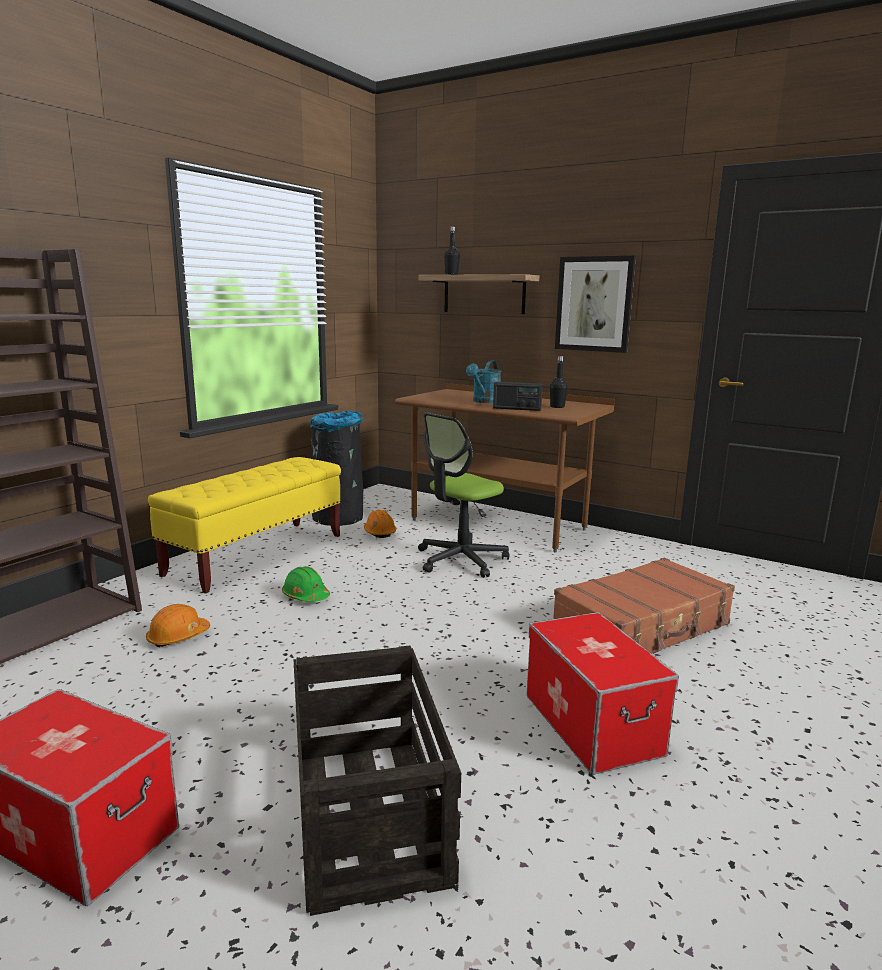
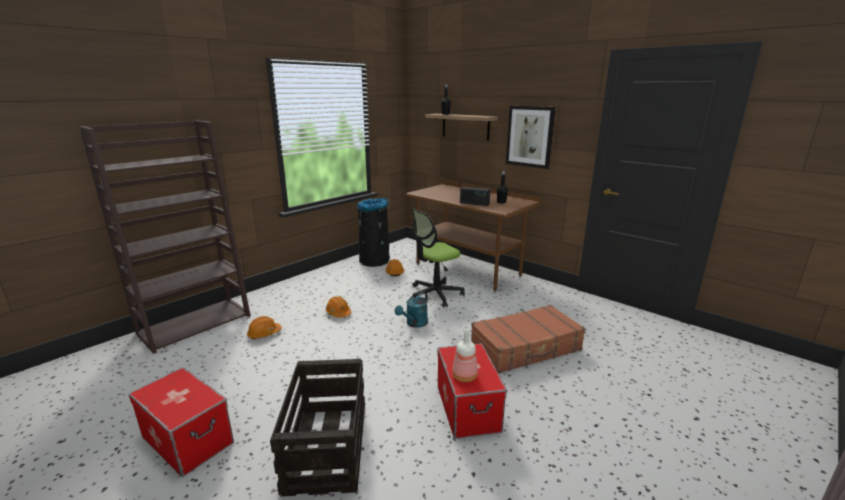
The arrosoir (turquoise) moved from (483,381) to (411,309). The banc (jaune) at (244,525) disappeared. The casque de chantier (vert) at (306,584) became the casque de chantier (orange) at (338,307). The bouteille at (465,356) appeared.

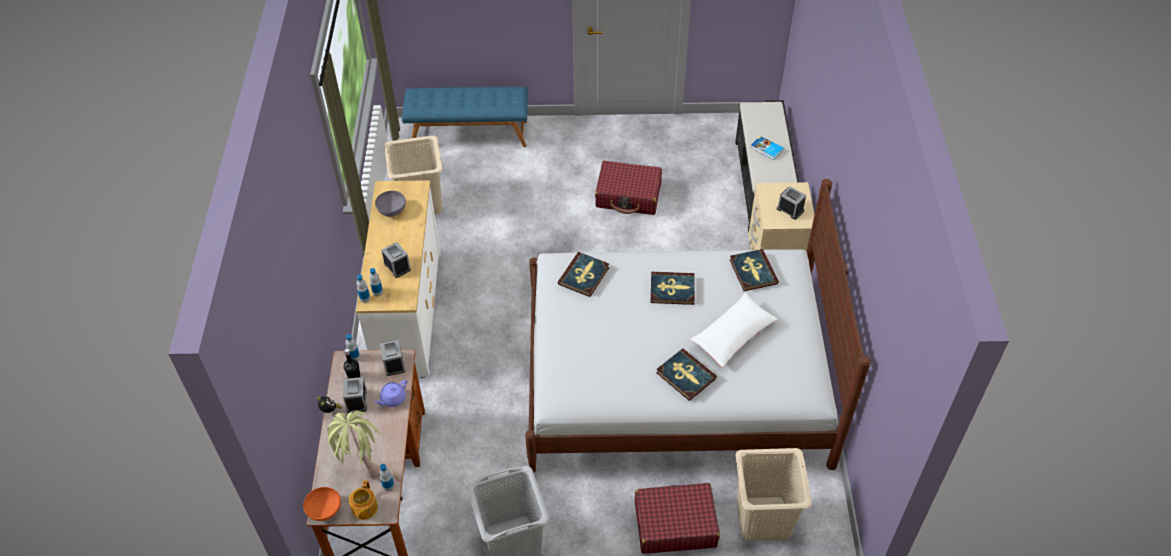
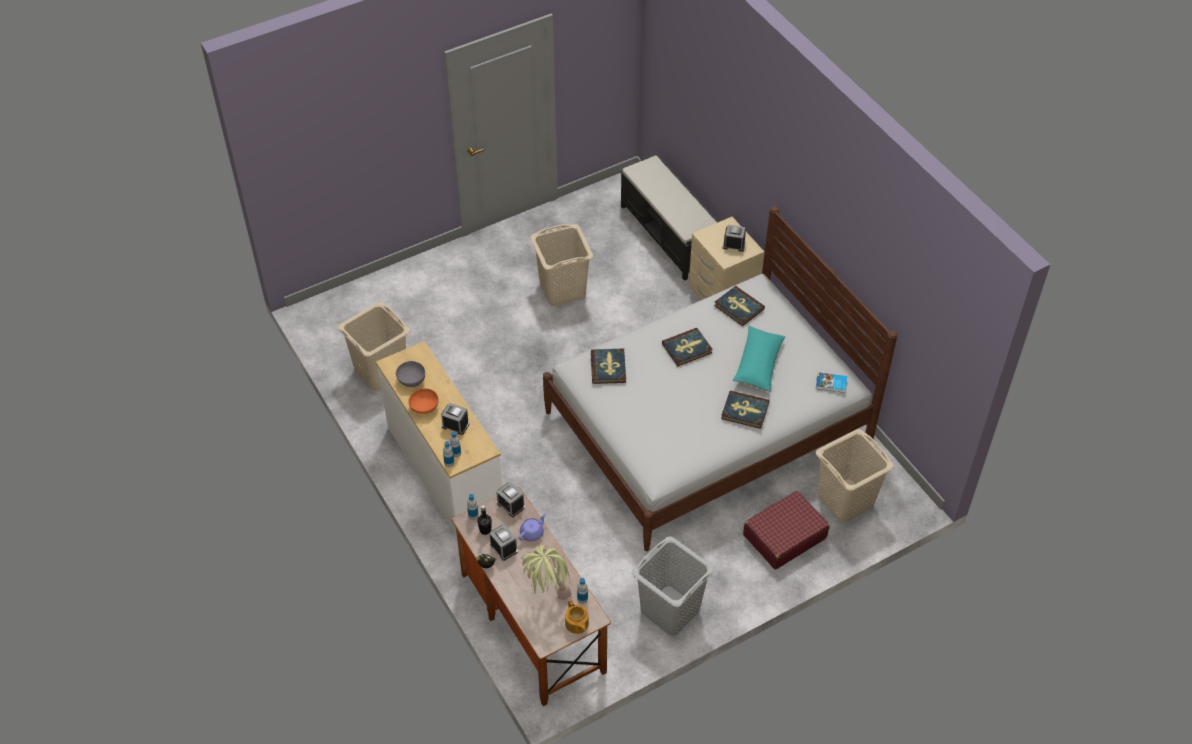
The banc (bleu) at (465,117) disappeared. The livre moved from (767,148) to (831,382). The valise (rouge) at (628,188) was replaced by the panier à linge (beige) at (561,265). The coussin (blanc) at (733,330) became the coussin (turquoise) at (759,359). The théière (violet) at (390,393) turned 150 degrees counterclockwise. The bol (orange) moved from (322,504) to (423,401).

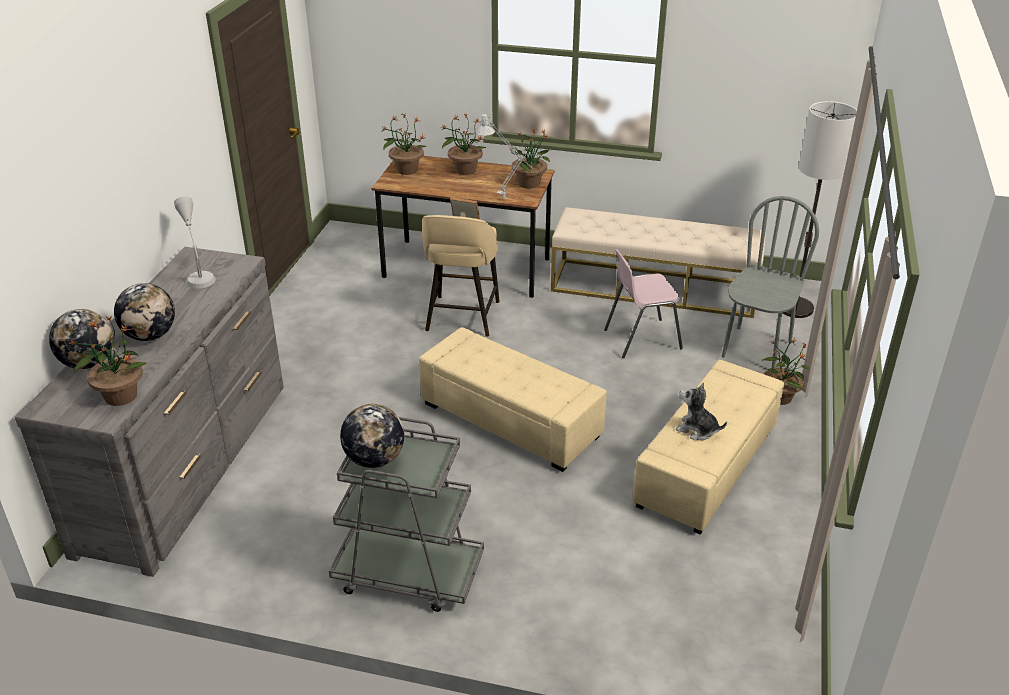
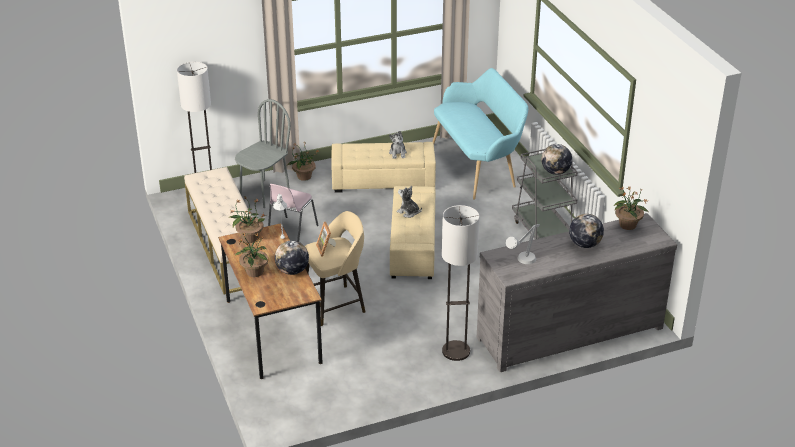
The plante en pot at (403,144) disappeared. The chaise (gris) at (770,282) turned 135 degrees clockwise. The chaise (rose) at (643,303) turned 75 degrees clockwise. The globe moved from (81,339) to (292,257). The banc (turquoise) at (480,133) appeared. The peluche at (409,202) appeared. The lampadaire at (460,283) appeared.

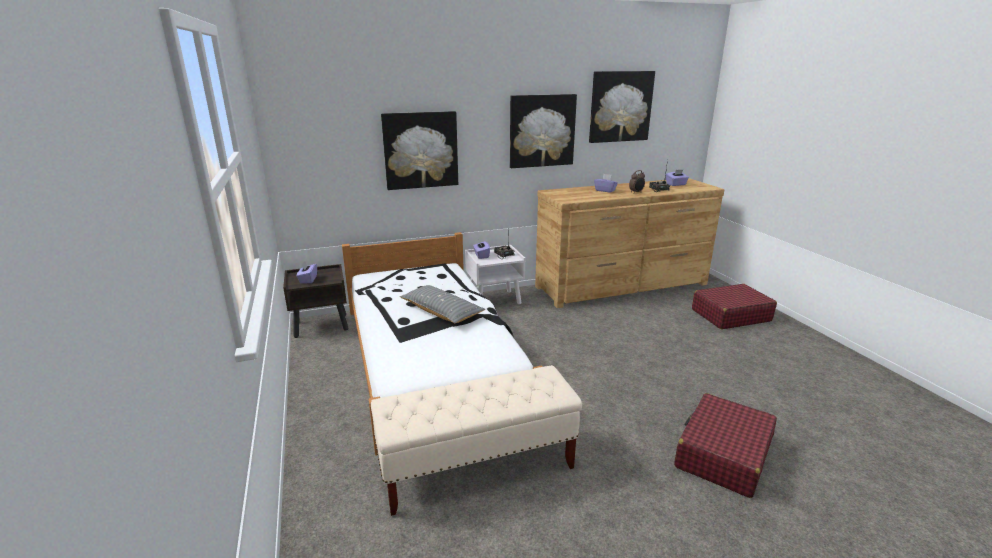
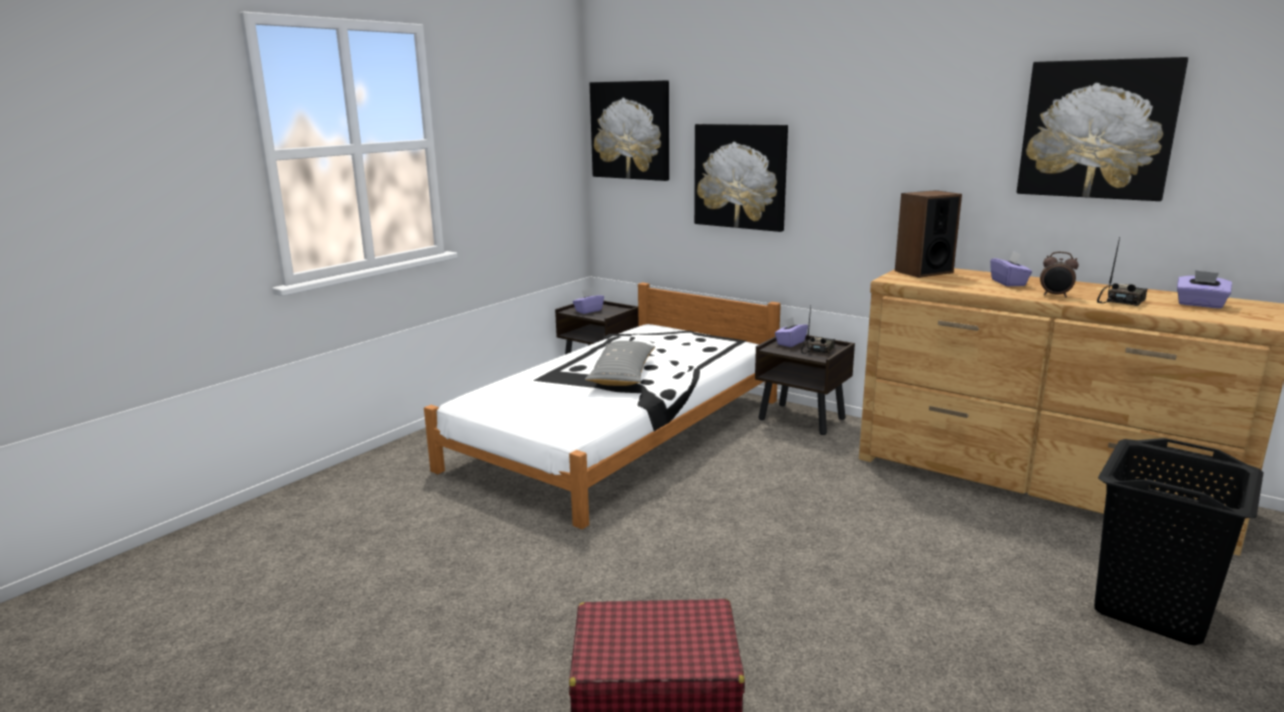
The tableau moved from (543,131) to (629,130). The table de chevet (blanc) at (495,274) became the table de chevet (marron) at (805,385). The valise (rouge) at (734,306) was replaced by the panier à linge (noir) at (1179,541). The banc (beige) at (476,440) disappeared. The enceinte at (928,234) appeared.

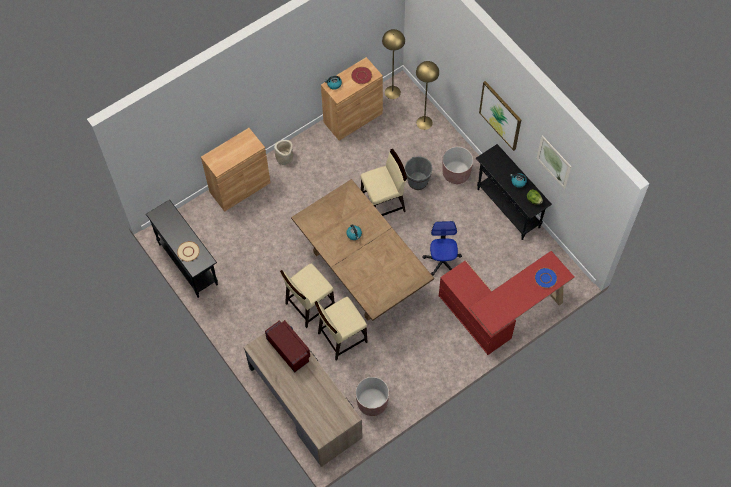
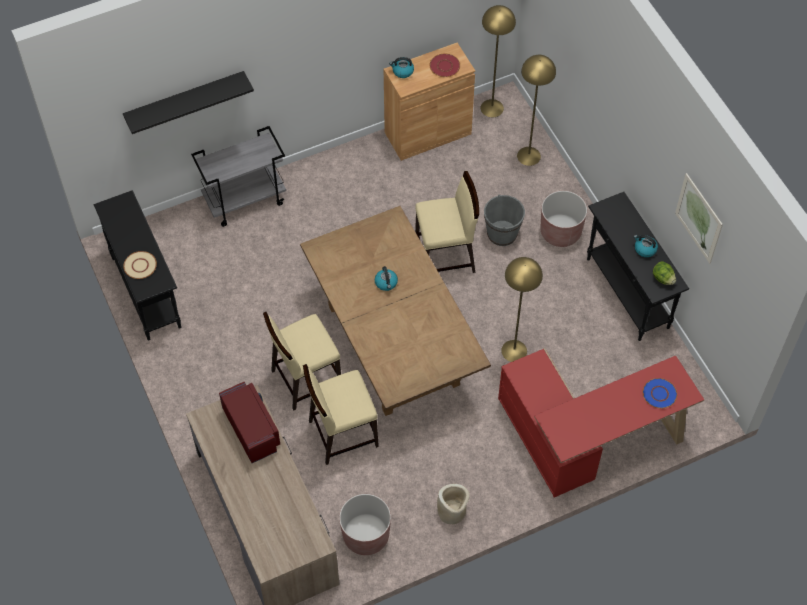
The tableau at (500,116) disappeared. The meuble de rangement (marron) at (236,170) was replaced by the chariot (gris) at (238,176). The cache-pot (beige) moved from (283,152) to (453,504). The chaise de bureau at (442,248) was replaced by the lampadaire (jaune) at (522,309). The étagère (noir) at (188,102) appeared.

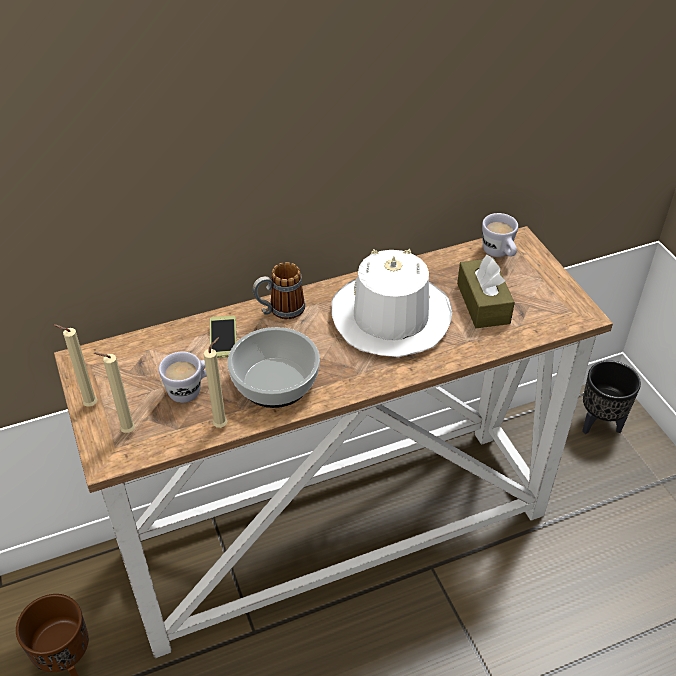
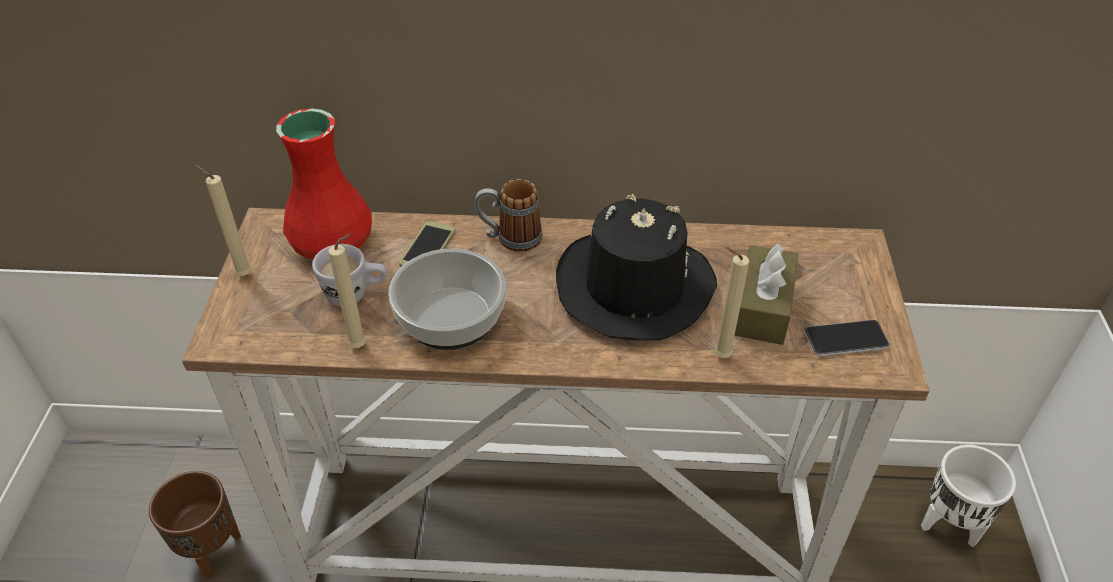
The mug (blanc) at (500,235) disappeared. The chapeau (blanc) at (391,303) became the chapeau (noir) at (636,267). The bougie (beige) moved from (114,392) to (731,302). The cache-pot (noir) at (611,397) became the cache-pot (blanc) at (968,496). The vase (rouge) at (324,184) appeared. The téléphone at (847,338) appeared.

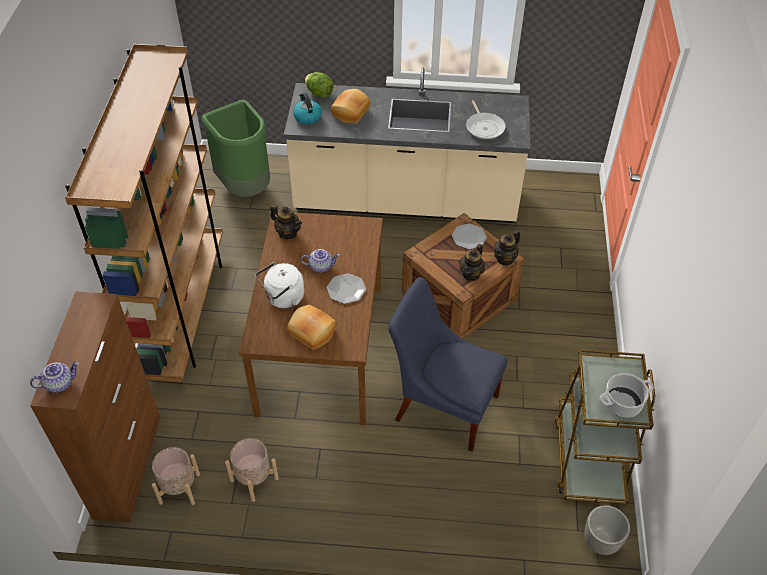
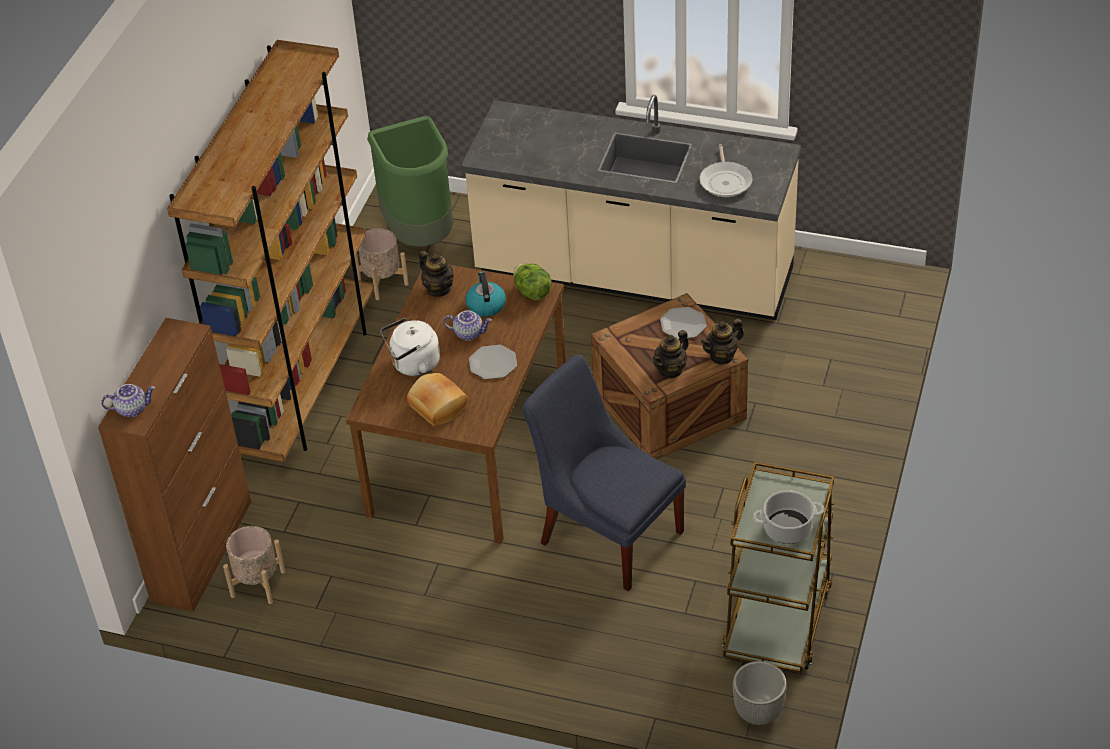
The laitue moved from (319,85) to (532,282). The pain at (350,106) disappeared. The bouilloire moved from (307,109) to (486,294). The cache-pot (beige) moved from (252,470) to (382,264).

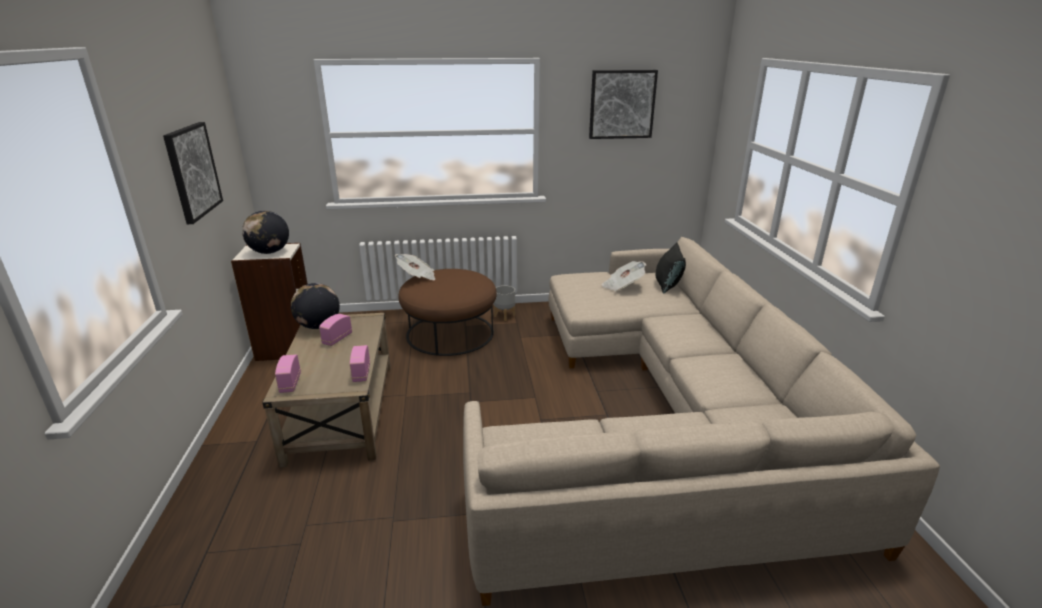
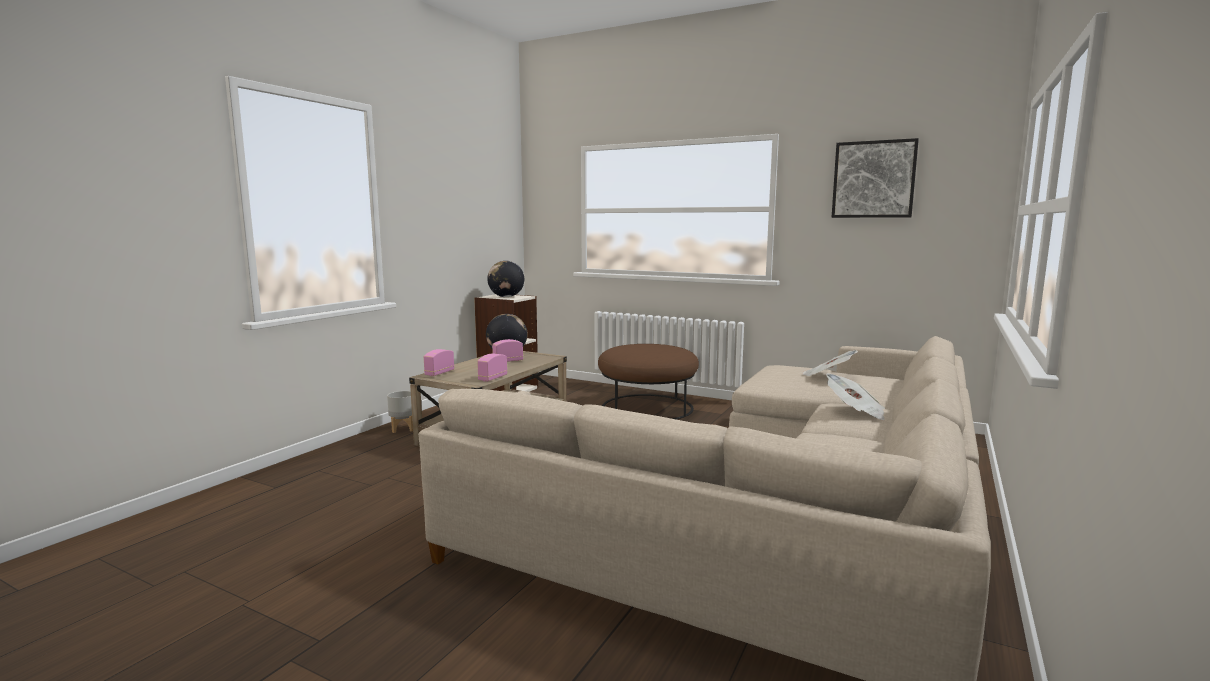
The tableau at (193,173) disappeared. The coussin (noir) at (671,268) disappeared. The journal moved from (415,267) to (855,397). The cache-pot (gris) moved from (504,303) to (400,412).

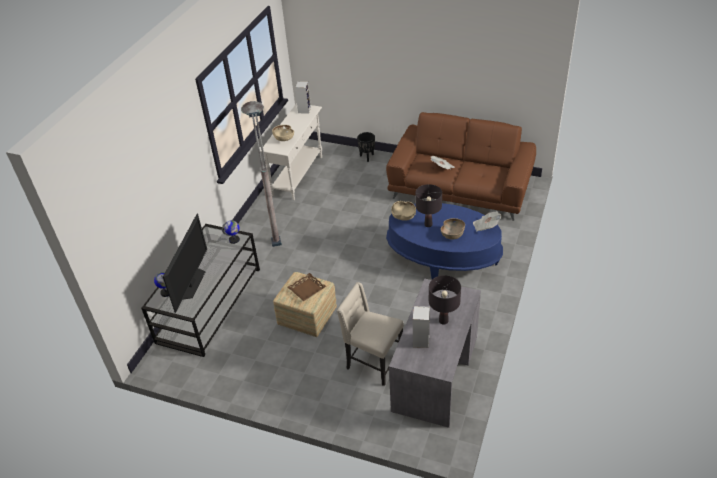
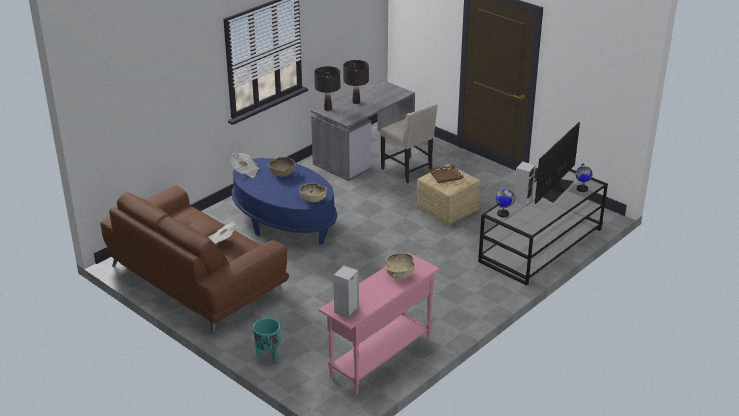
The lampadaire (gris) at (261,174) disappeared. The table console (blanc) at (291,151) became the table console (rose) at (379,323). The cache-pot (noir) at (366,147) became the cache-pot (turquoise) at (266,340). The lampe de table (noir) moved from (429,205) to (327,88). The enceinte moved from (421,327) to (524,183).

